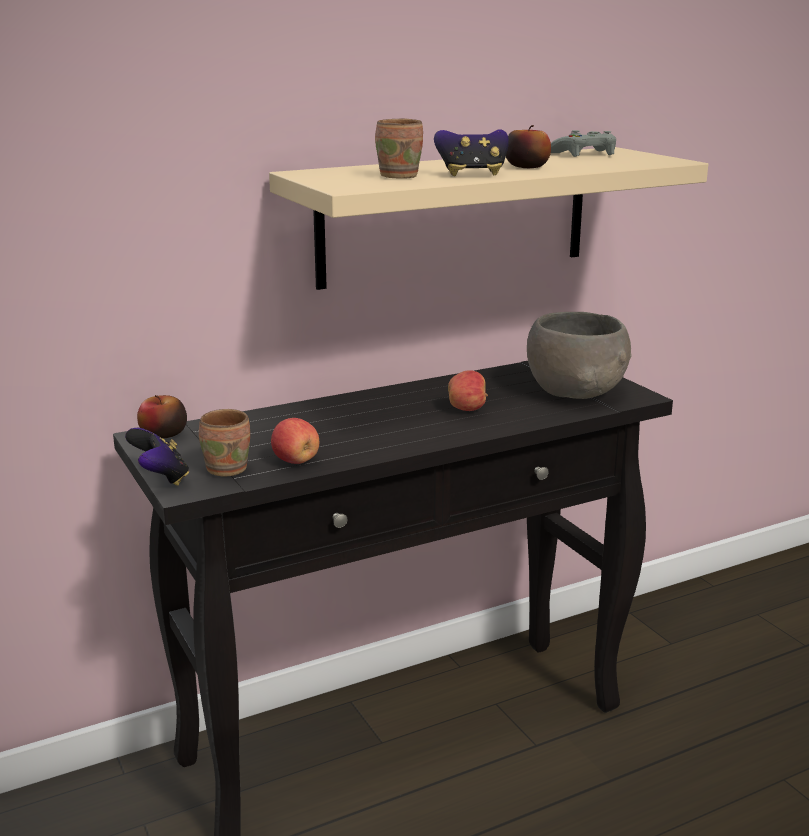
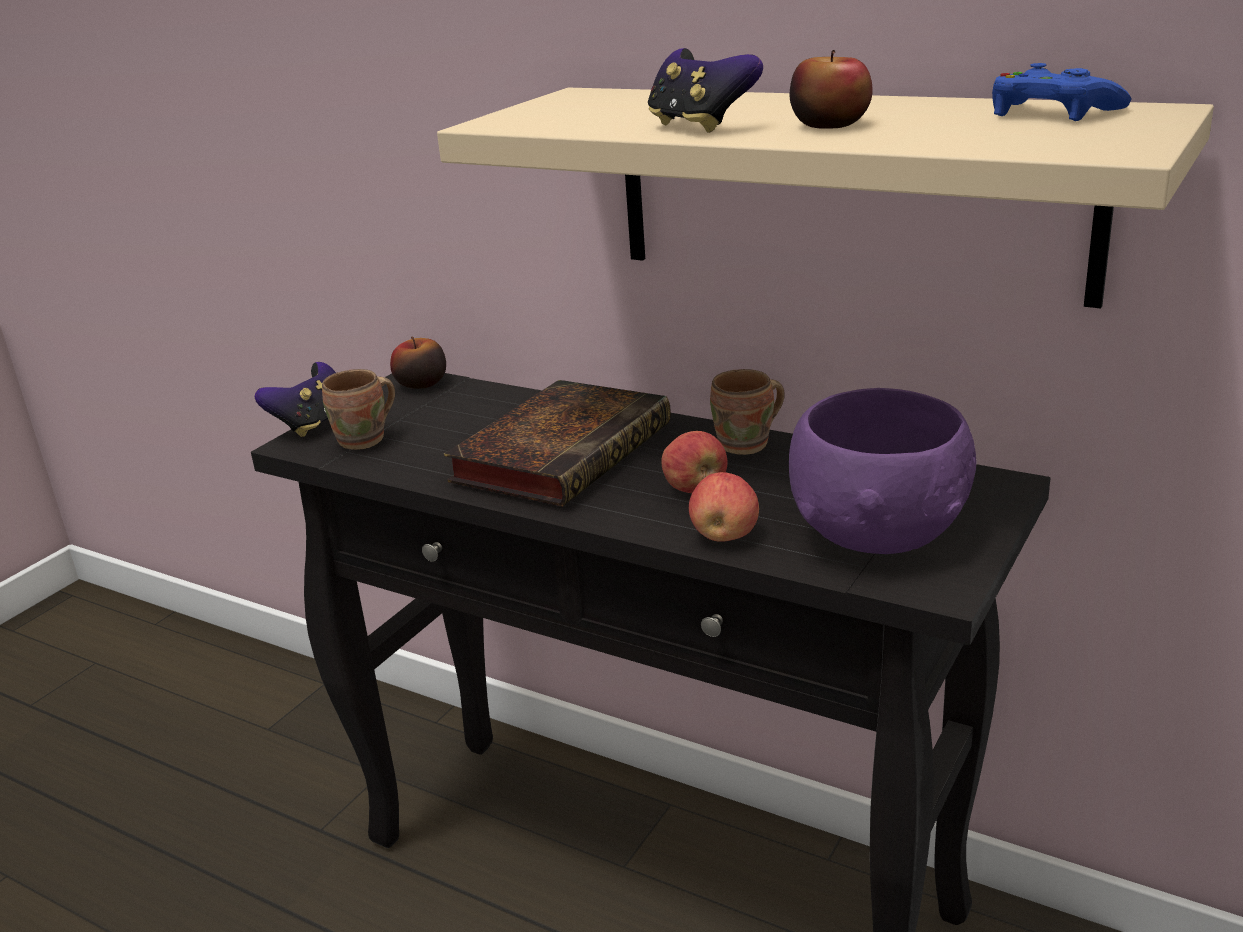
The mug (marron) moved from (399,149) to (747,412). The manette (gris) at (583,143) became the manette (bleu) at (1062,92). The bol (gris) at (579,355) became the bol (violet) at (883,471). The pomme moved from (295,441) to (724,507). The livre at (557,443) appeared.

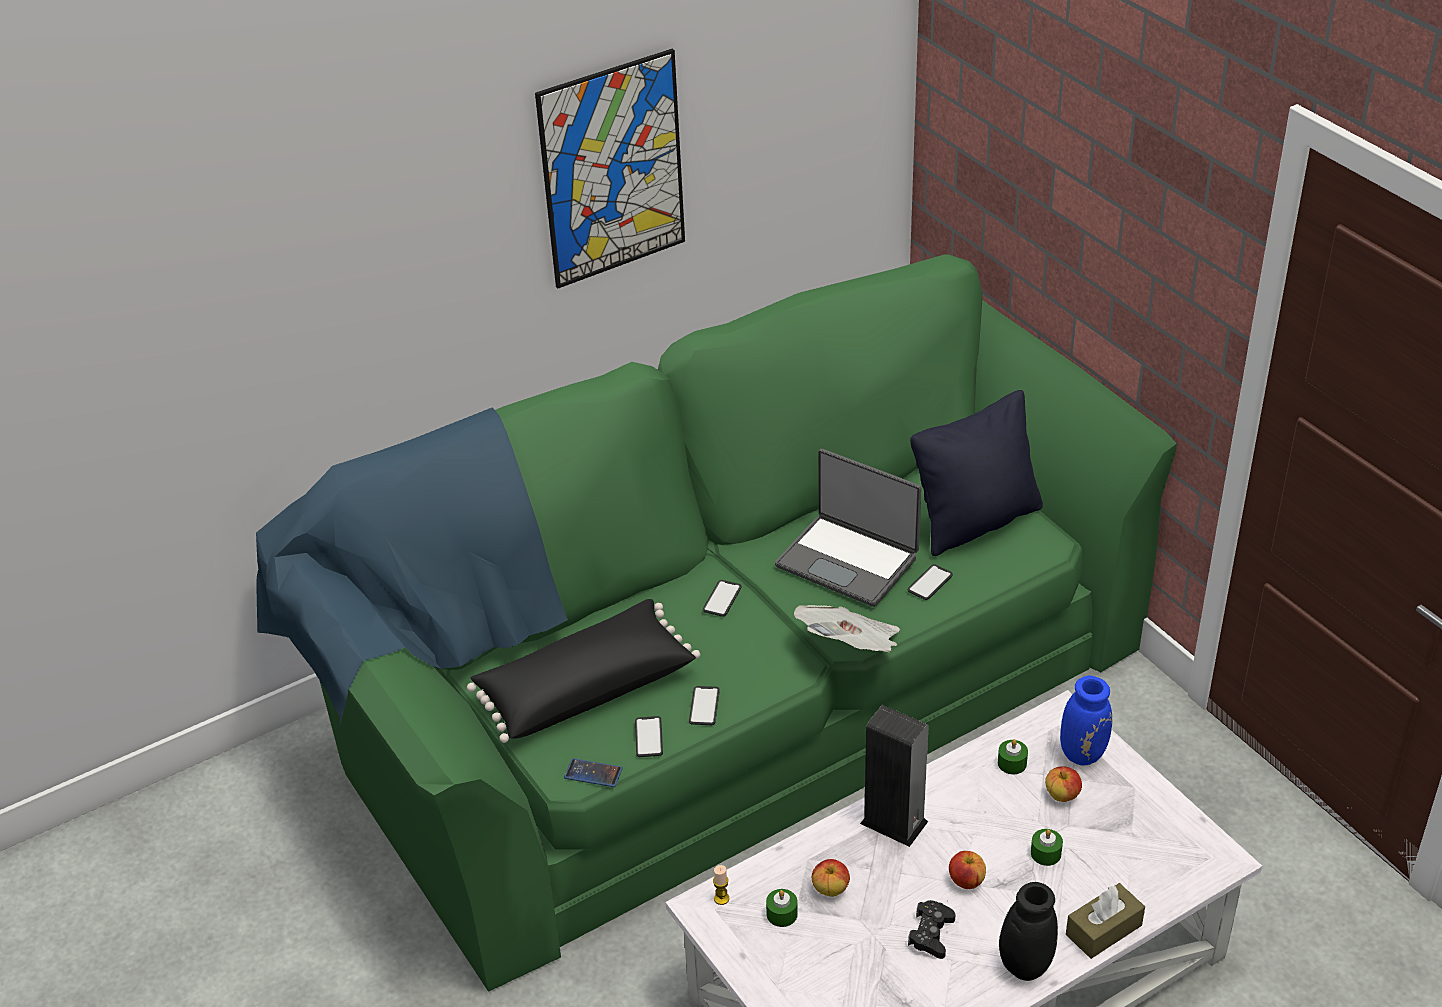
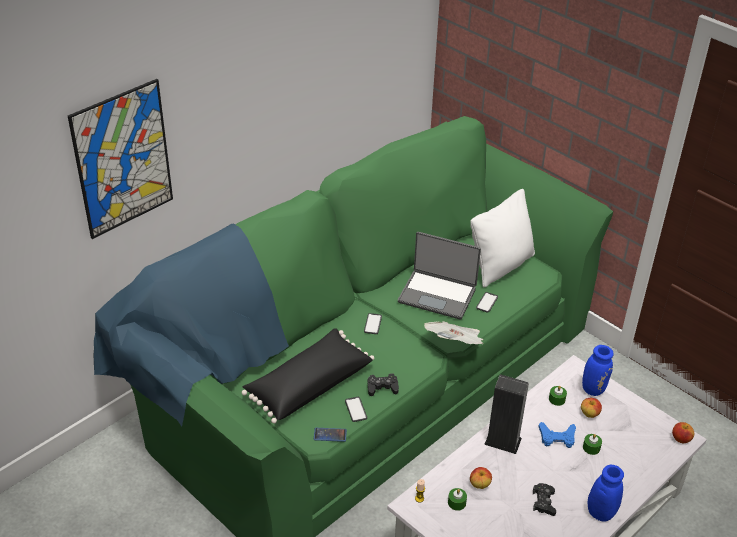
The tableau moved from (610,168) to (120,159). The coussin (noir) at (976,473) became the coussin (blanc) at (502,238). The téléphone at (704,705) was replaced by the manette (noir) at (383,384). The pomme moved from (967,870) to (683,433). The vase (noir) at (1002,931) became the vase (bleu) at (595,493). The boîte à mouchoirs (marron) at (1105,921) disappeared. The manette (bleu) at (557,435) appeared.

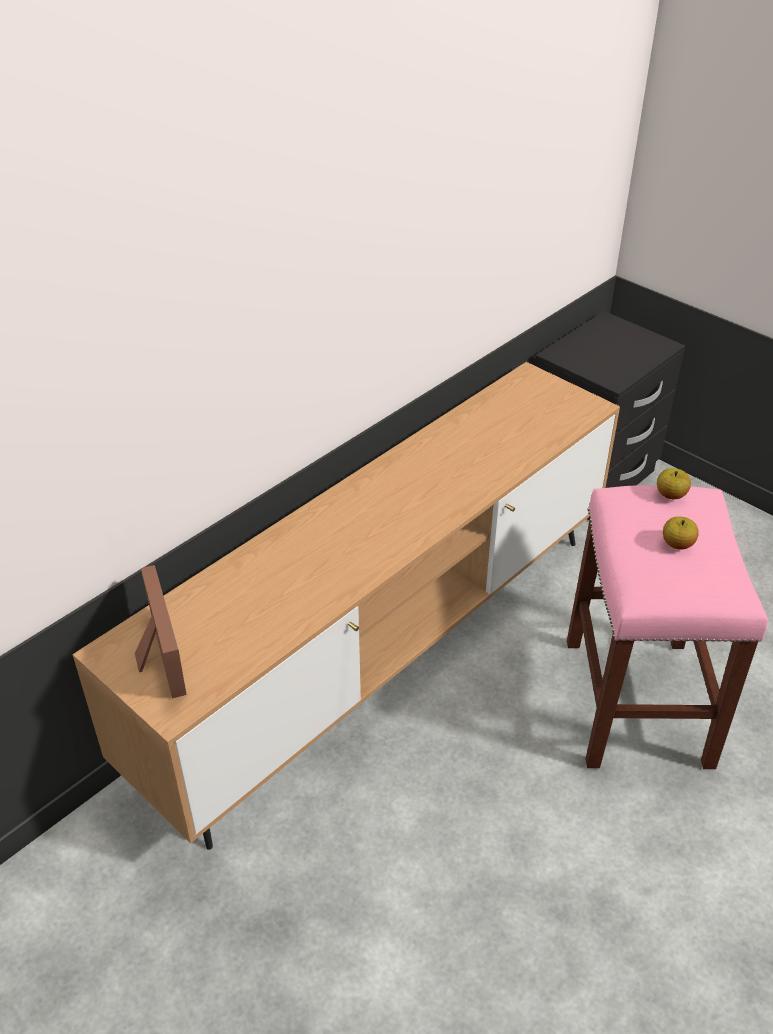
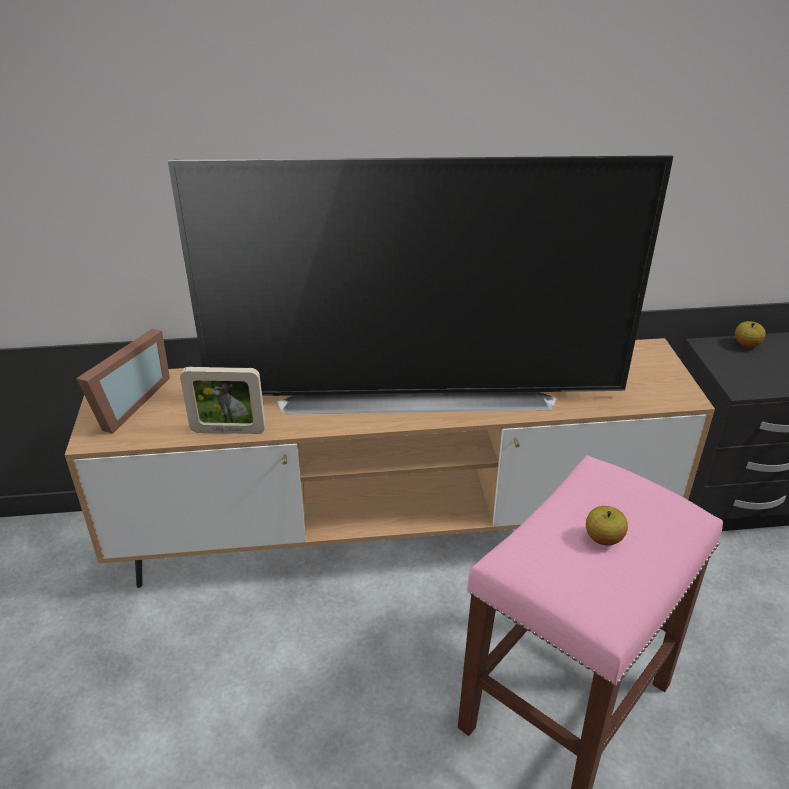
The pomme moved from (674,483) to (750,334). The téléviseur at (420,284) appeared. The cadre photo at (222,400) appeared.

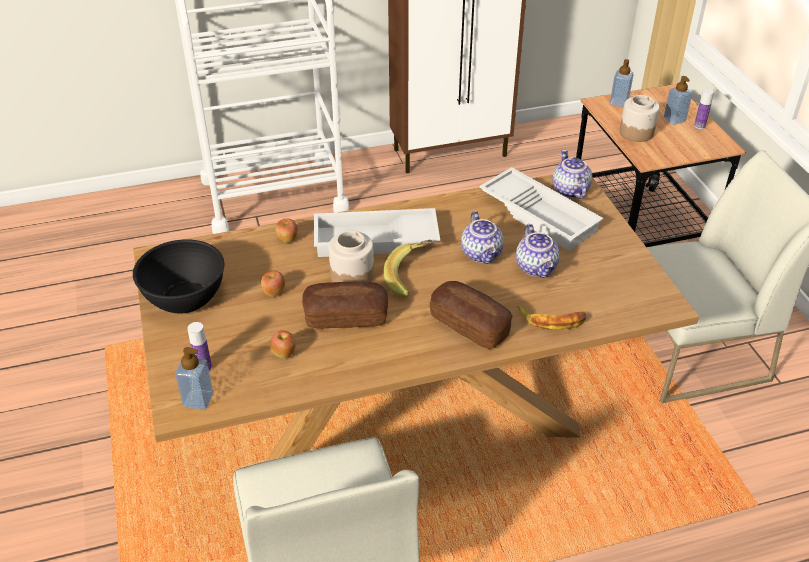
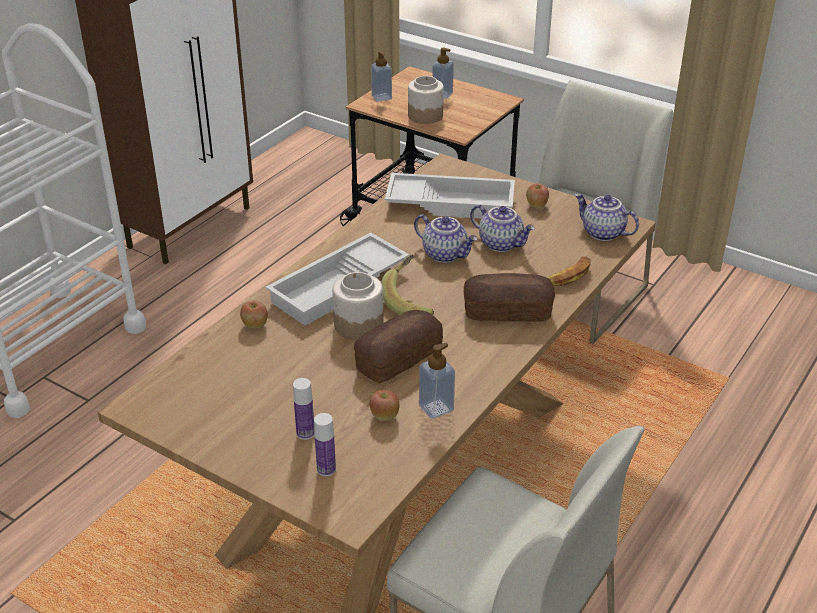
The bouteille moved from (704,109) to (303,409). The théière moved from (572,174) to (607,217). The bol (noir) at (178,276) disappeared. The pomme moved from (273,283) to (537,196). The distributeur de savon moved from (194,378) to (437,381).

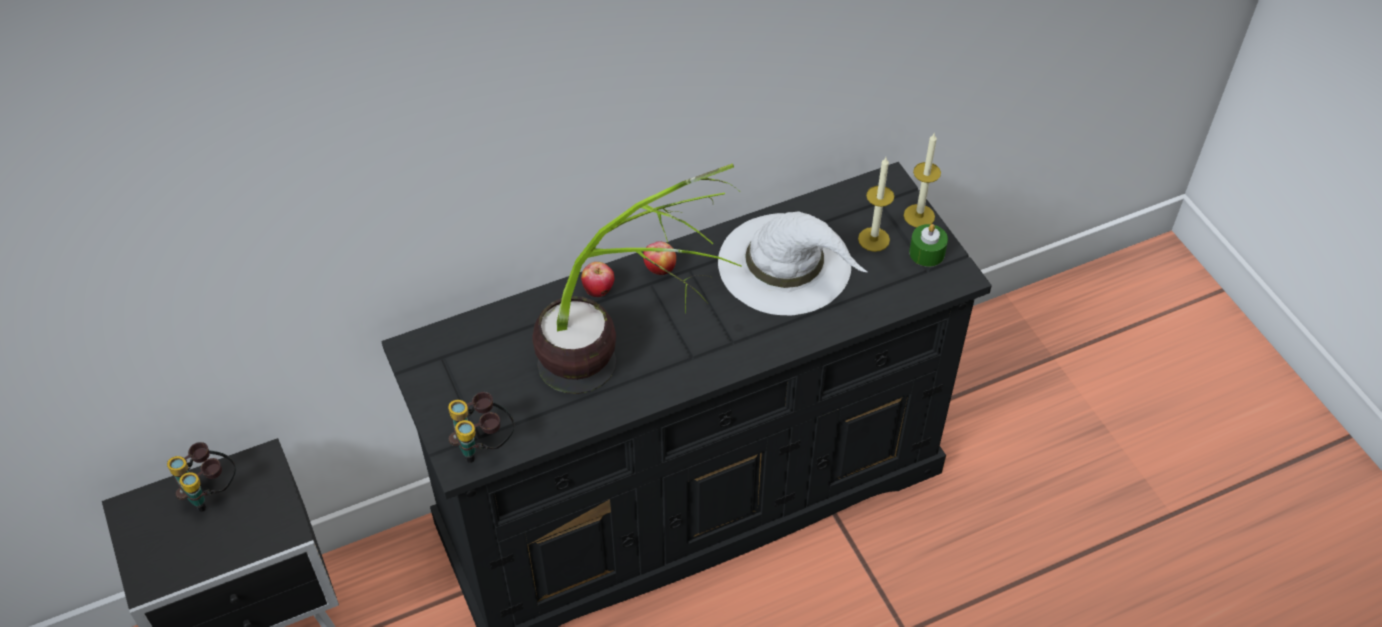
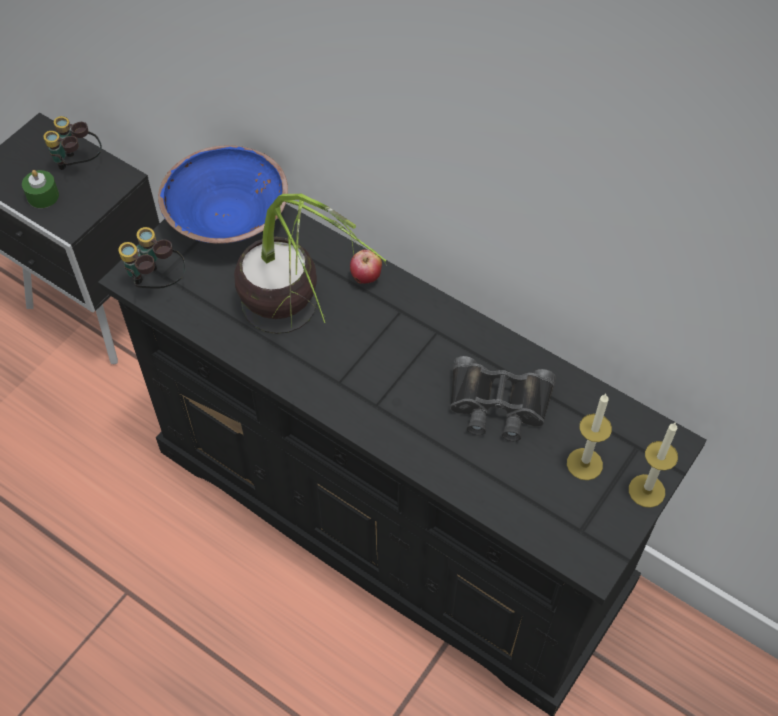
The chapeau (blanc) at (792,263) was replaced by the jumelles (noir) at (503,398). The bougie (vert) moved from (928,245) to (40,189). The pomme at (659,258) disappeared. The bol (bleu) at (223,194) appeared.

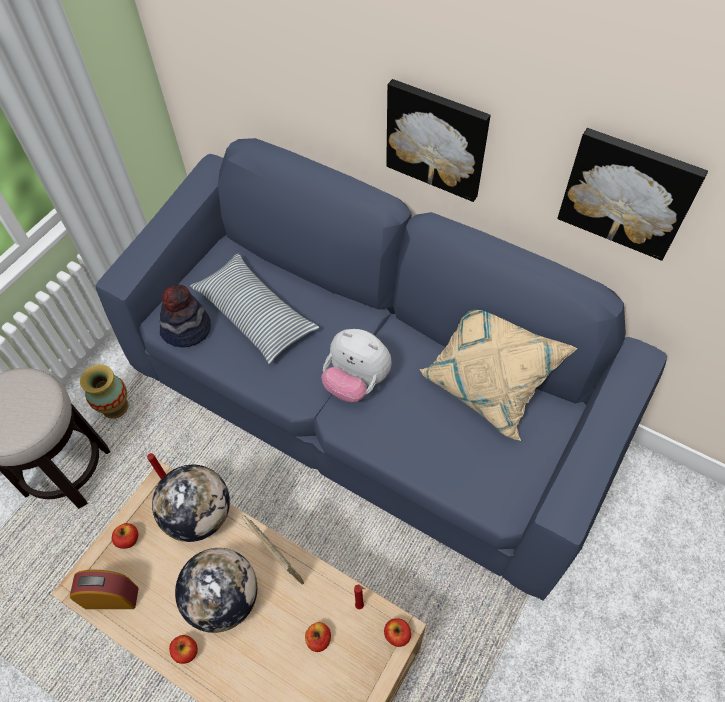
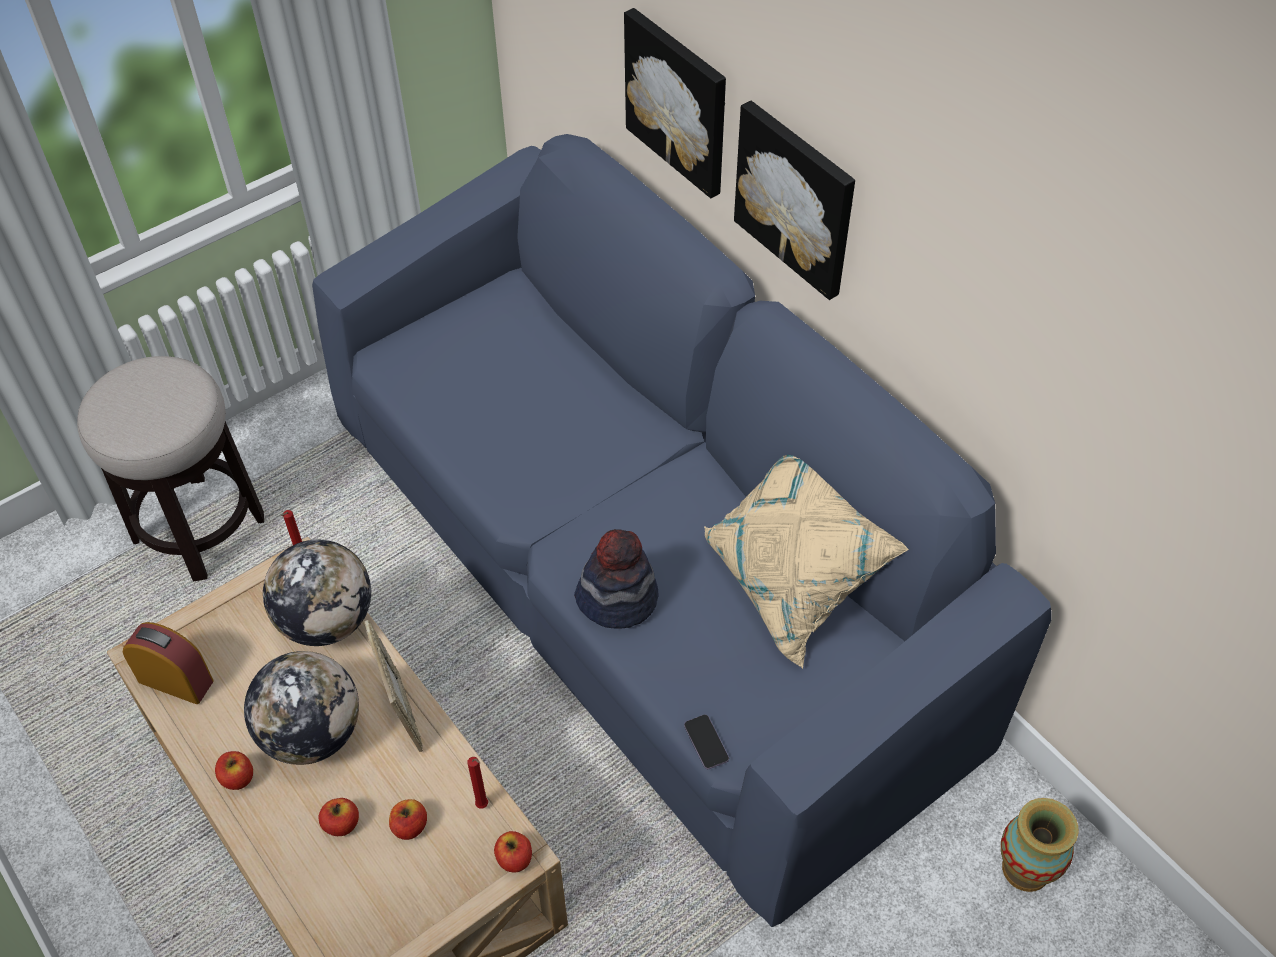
The tableau moved from (632,194) to (675,103). The coussin at (254,309) disappeared. The chapeau moved from (185,316) to (616,579). The peluche at (356,365) disappeared. The vase moved from (104,391) to (1039,845). The pomme moved from (125,536) to (338,817). The téléphone at (706,742) appeared.

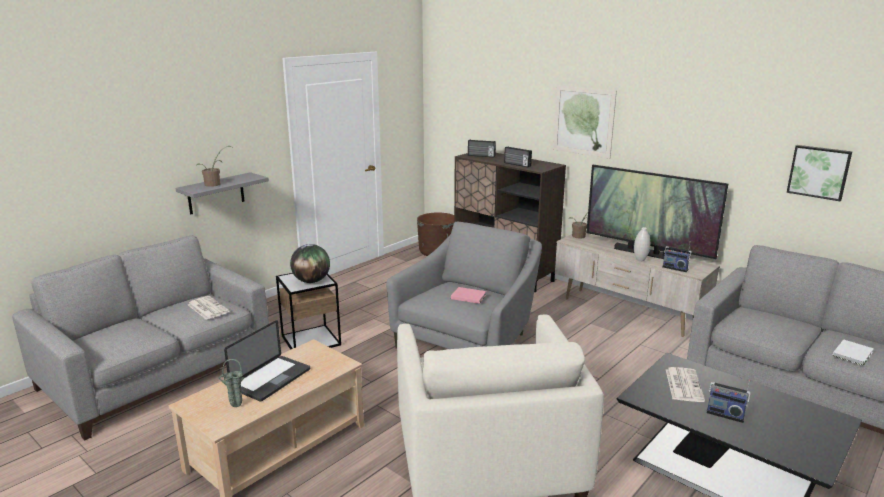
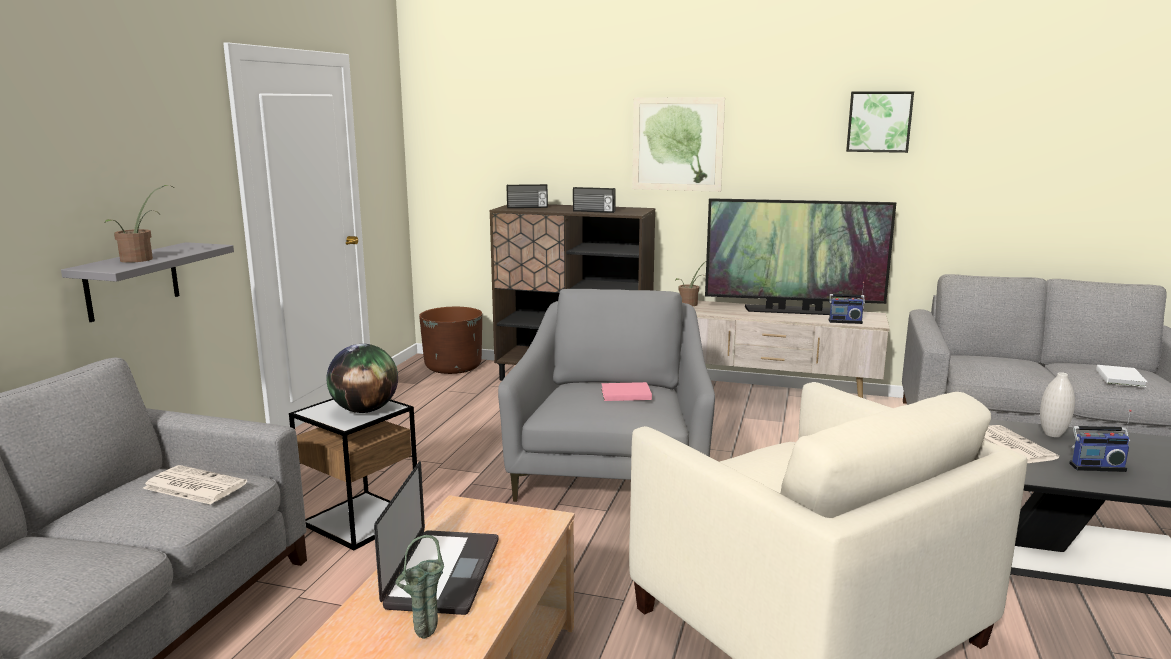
The tableau moved from (819,173) to (880,122). The vase (blanc) moved from (642,244) to (1057,404).

